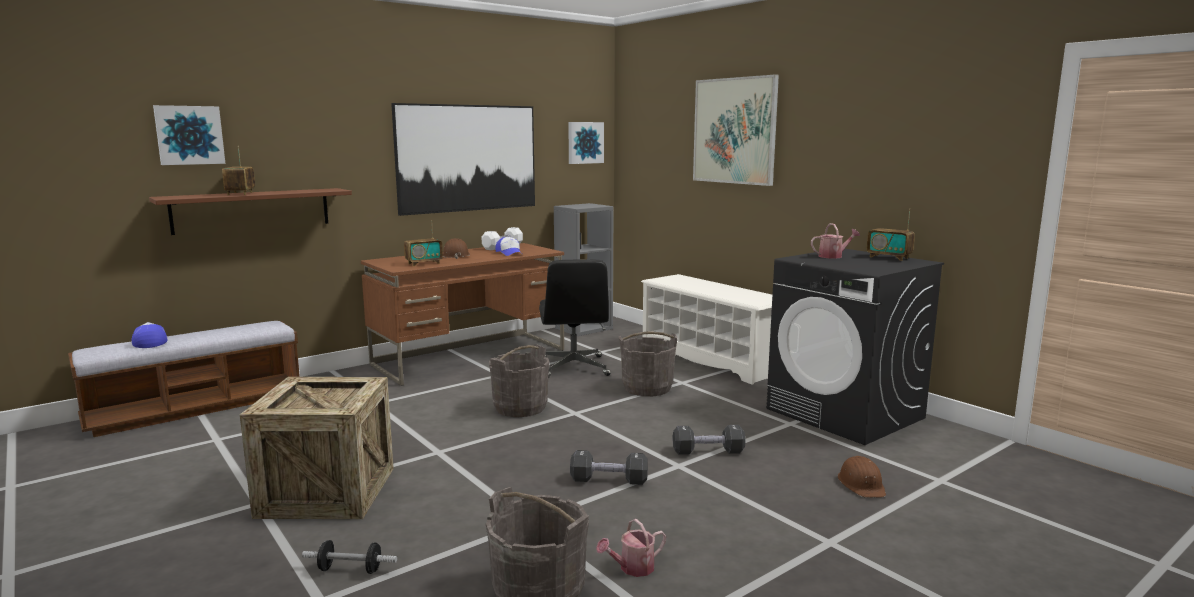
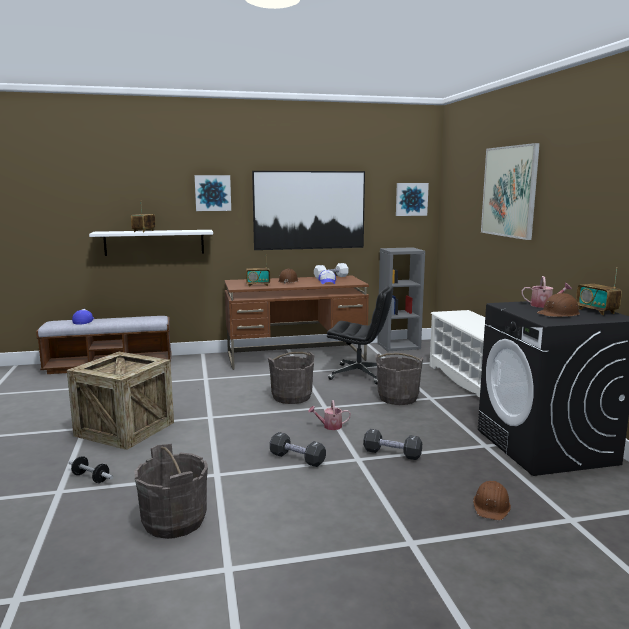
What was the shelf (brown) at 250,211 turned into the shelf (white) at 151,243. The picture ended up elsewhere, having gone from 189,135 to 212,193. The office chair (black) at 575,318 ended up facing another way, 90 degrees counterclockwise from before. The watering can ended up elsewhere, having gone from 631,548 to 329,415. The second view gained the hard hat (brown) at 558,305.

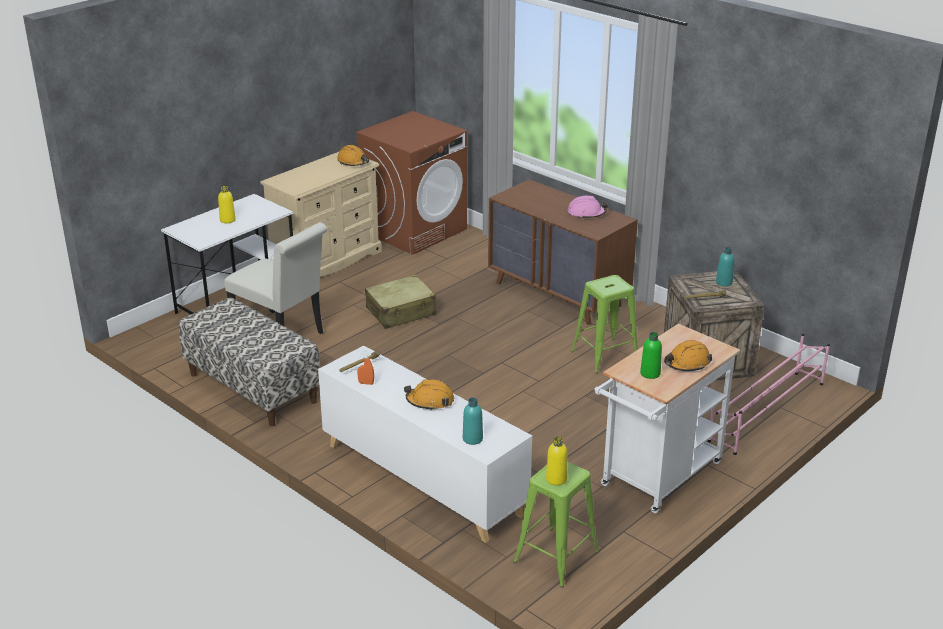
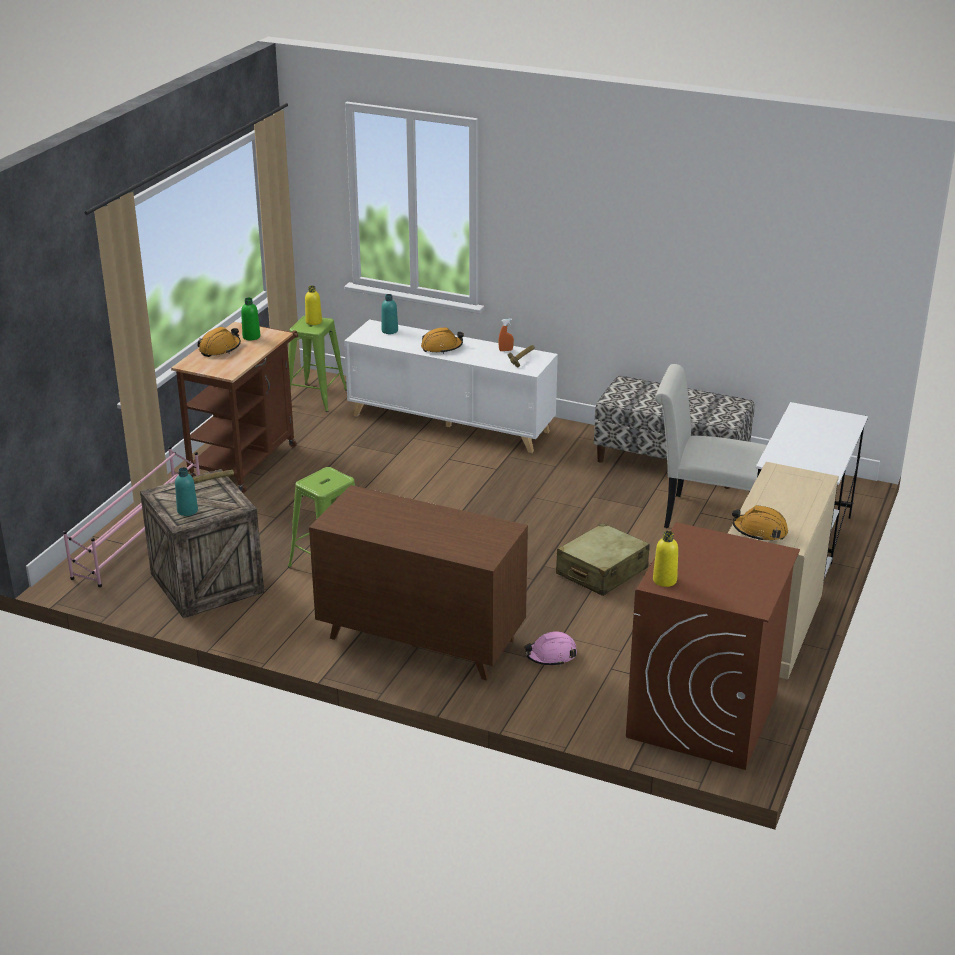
The bottle (yellow) ended up elsewhere, having gone from 227,204 to 665,559. The hard hat (pink) ended up elsewhere, having gone from 588,207 to 550,648. What was the cart (white) at 667,418 turned into the cart (brown) at 234,407.

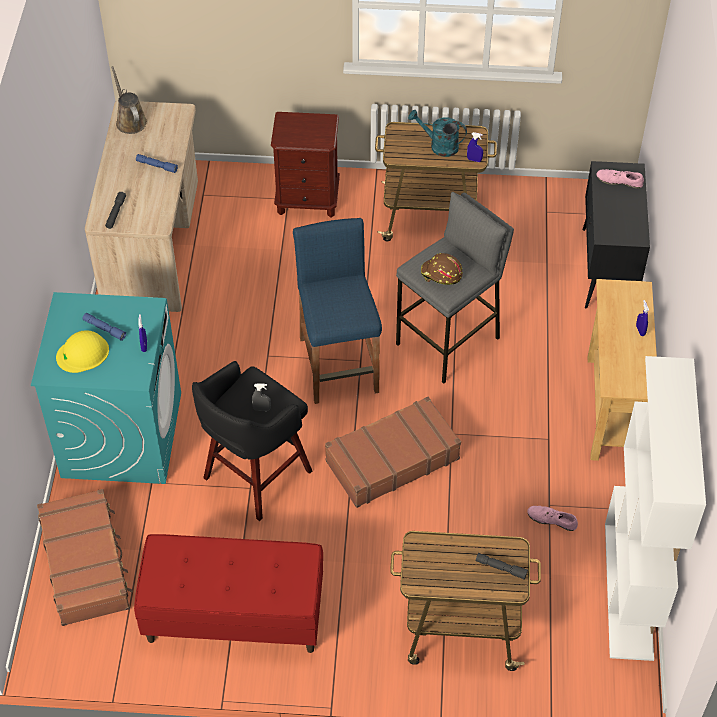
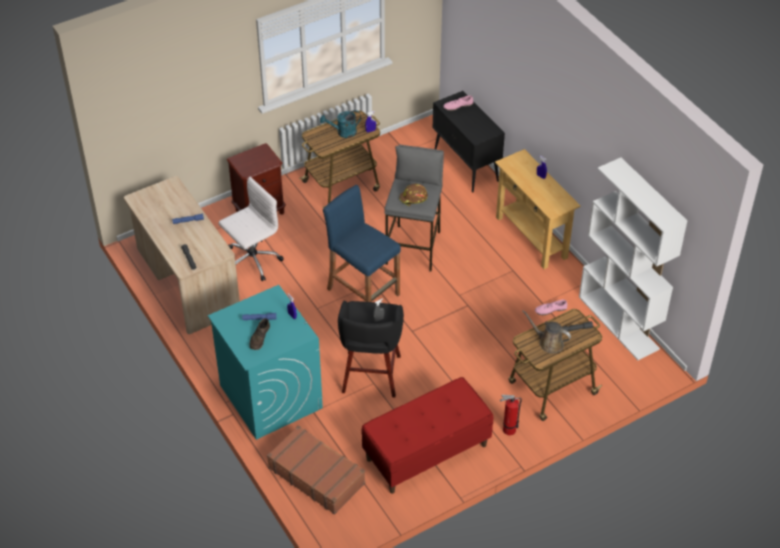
Where the hard hat (yellow) stood at 82,351, the shoe (brown) came to stand at 259,334. The watering can (brown) ended up elsewhere, having gone from 129,100 to 546,331. The second view lost the suitcase (brown) at 393,452. The second view gained the office chair (white) at 250,229. The second view gained the fire extinguisher at 511,415.

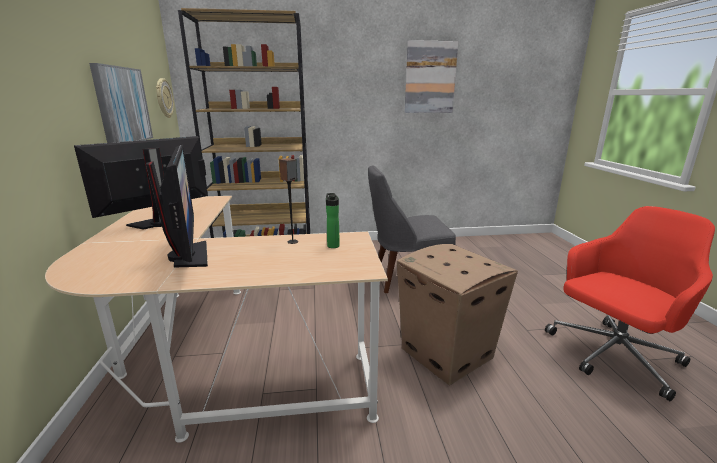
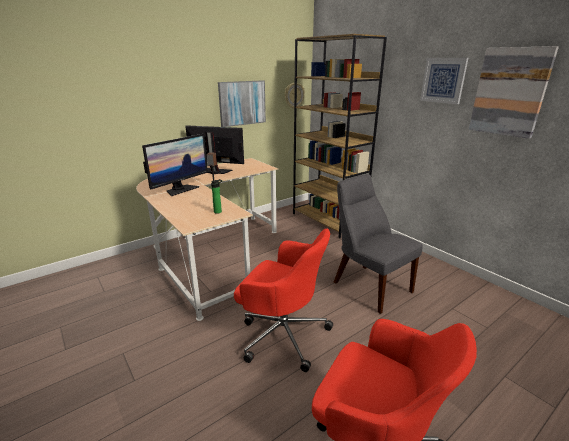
Where the cardboard box stood at 457,314, the office chair (red) came to stand at 283,300. The second view gained the picture at 444,81.

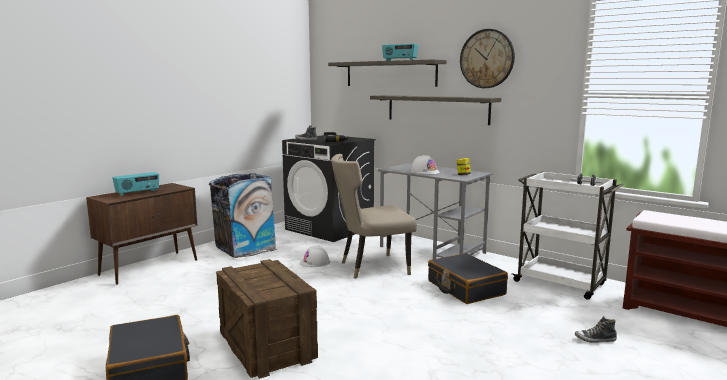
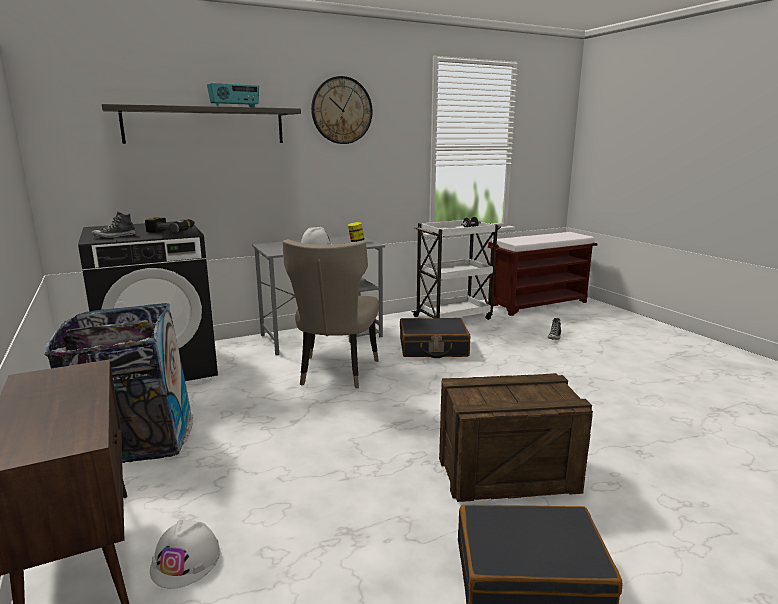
The second view lost the radio at 135,184. The hard hat (white) ended up elsewhere, having gone from 315,256 to 185,554. The second view lost the shelf at 435,110.

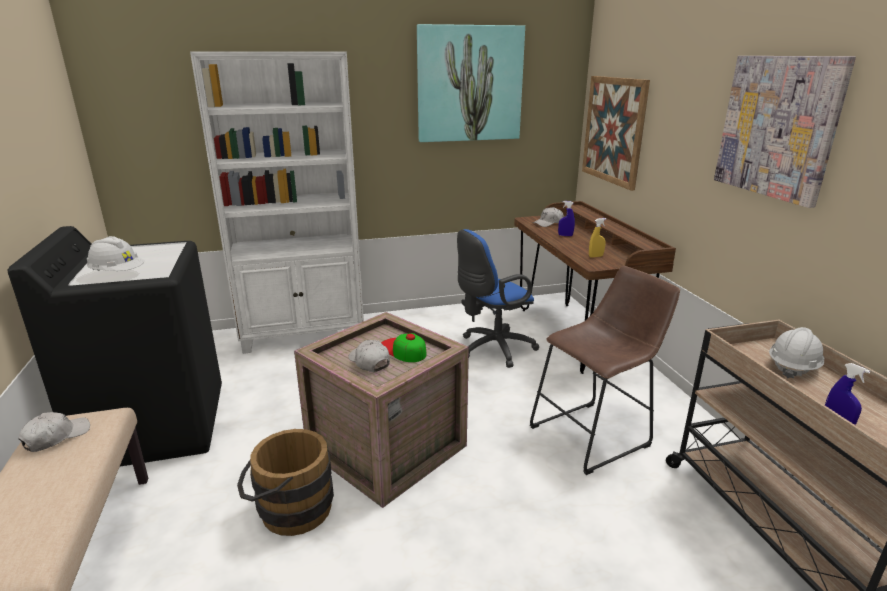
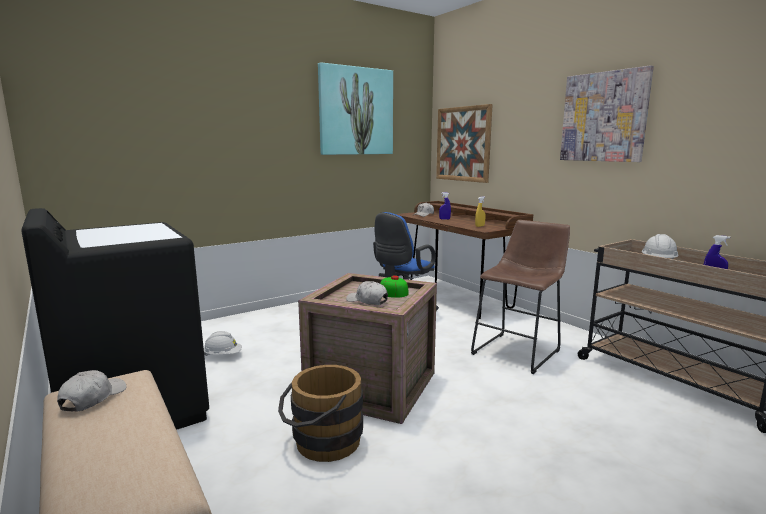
The hard hat (white) ended up elsewhere, having gone from 115,253 to 223,343. The second view lost the bookcase (white) at 277,202.

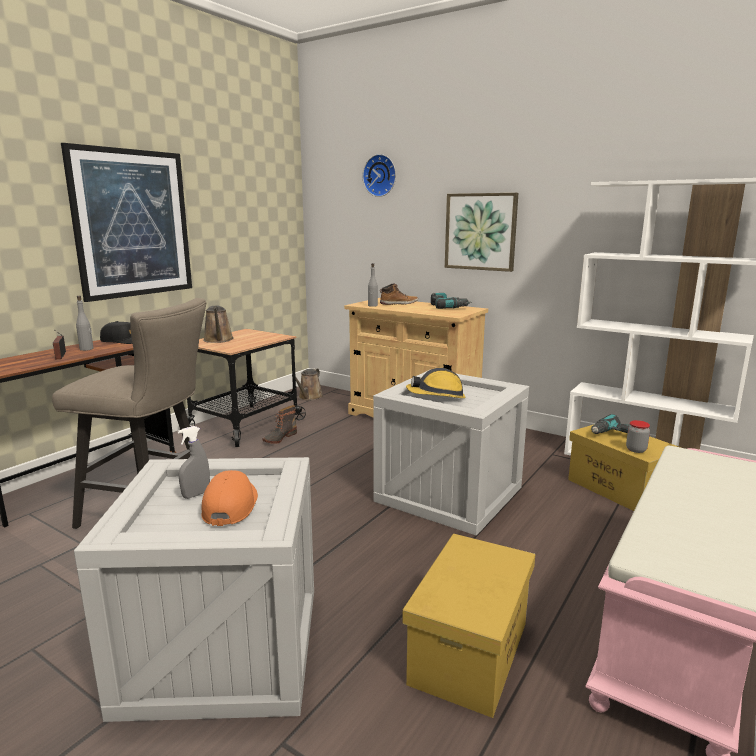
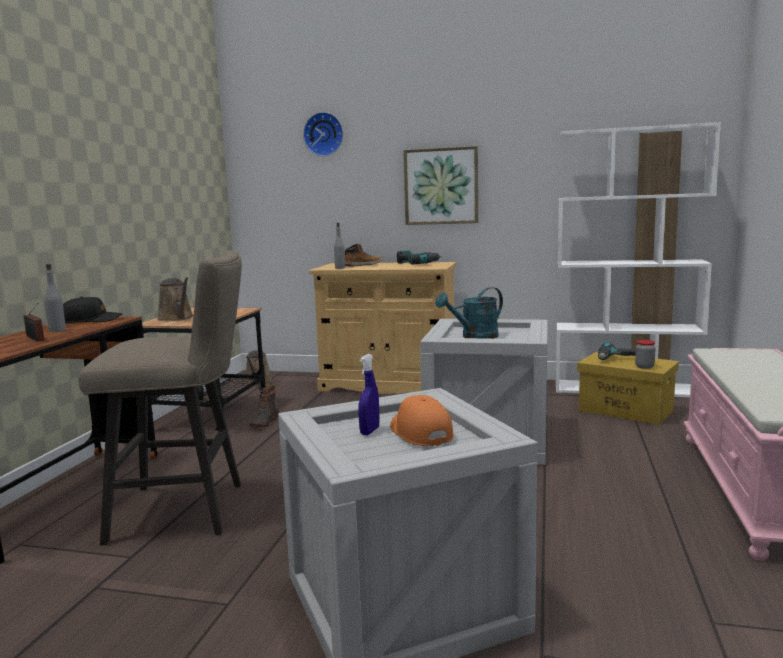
The second view lost the picture at 126,222. What was the spray bottle (grey) at 194,462 turned into the spray bottle (blue) at 369,394. The second view lost the storage box (yellow) at 468,626. Where the hard hat stood at 436,383, the watering can (turquoise) came to stand at 469,313.

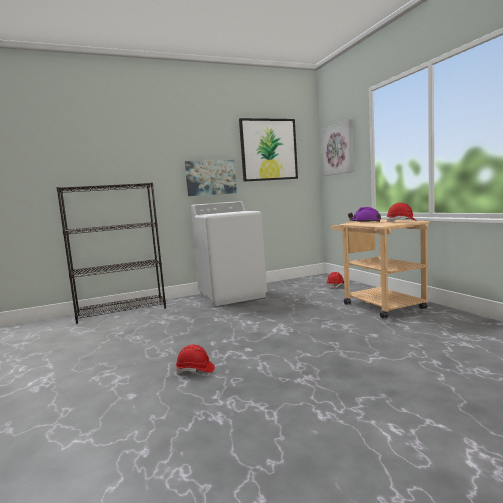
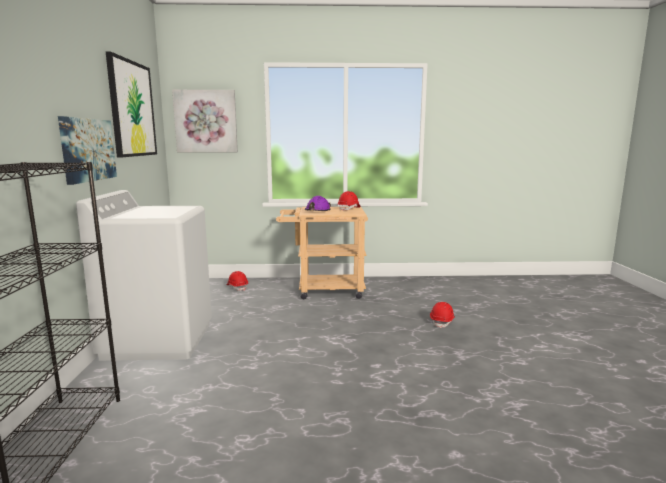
The hard hat (red) ended up elsewhere, having gone from 195,359 to 442,315.

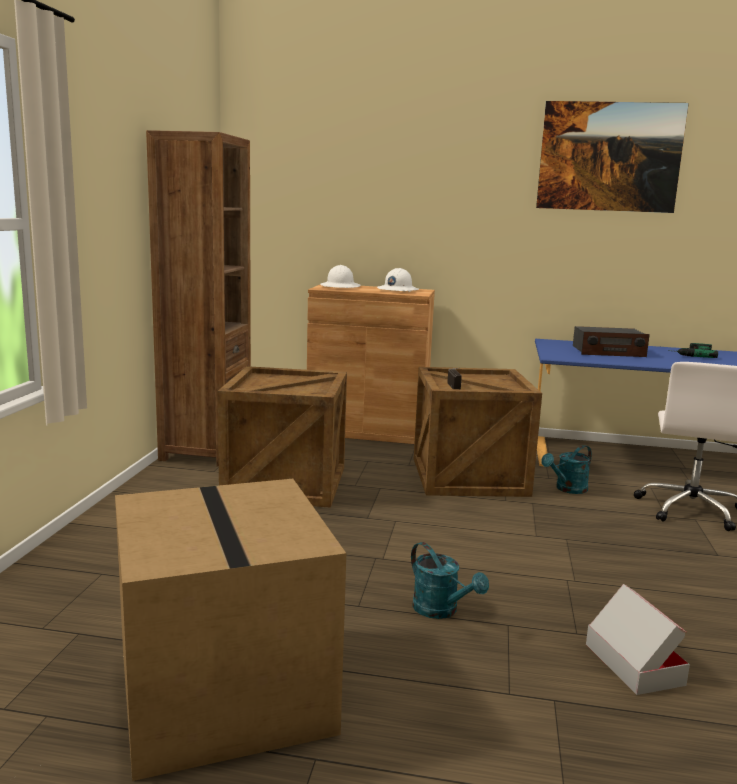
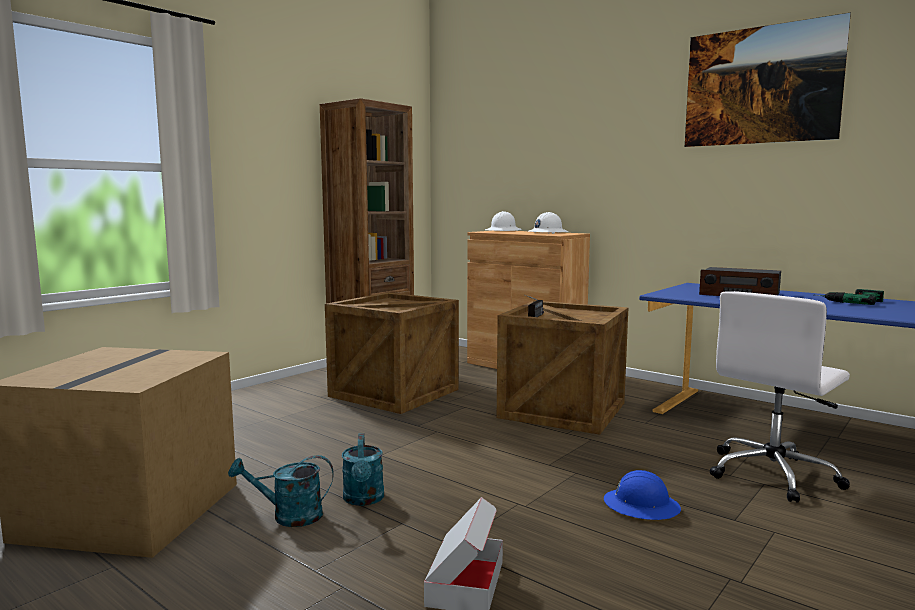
The watering can (turquoise) ended up elsewhere, having gone from 566,469 to 281,491. The second view gained the hard hat (blue) at 642,495.

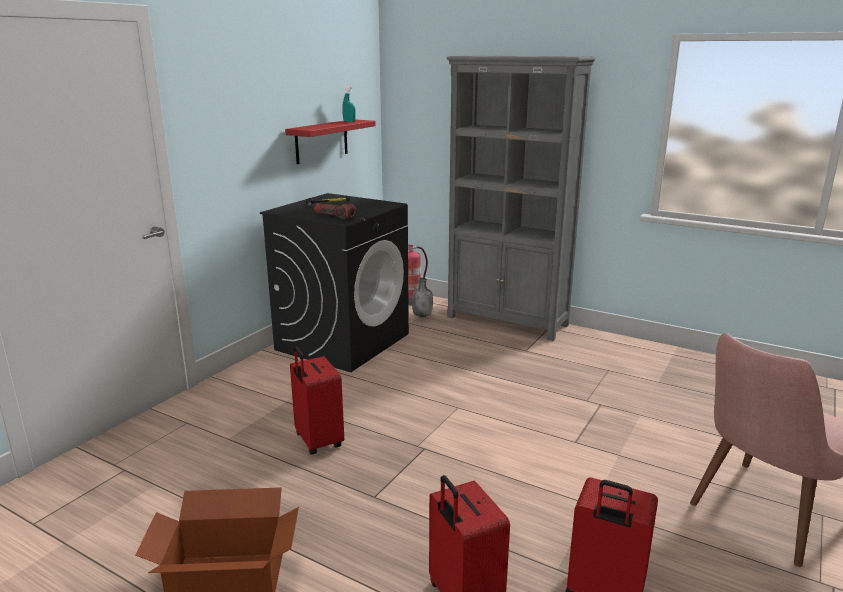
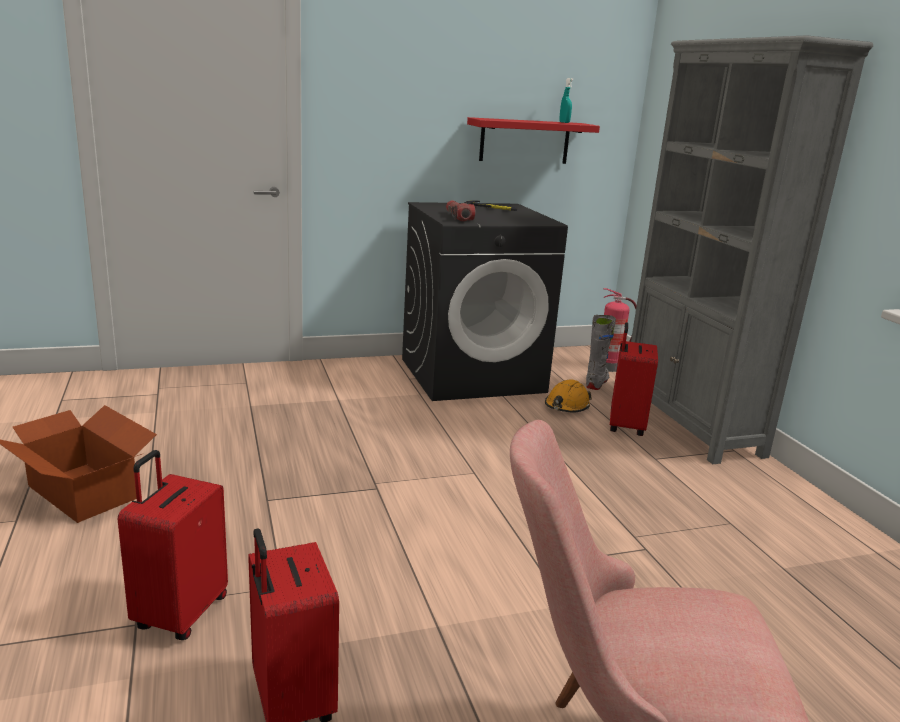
The suitcase (red) ended up elsewhere, having gone from 317,401 to 634,379. Where the bottle (grey) stood at 422,297, the boot (grey) came to stand at 601,352. The second view gained the hard hat (orange) at 568,395.

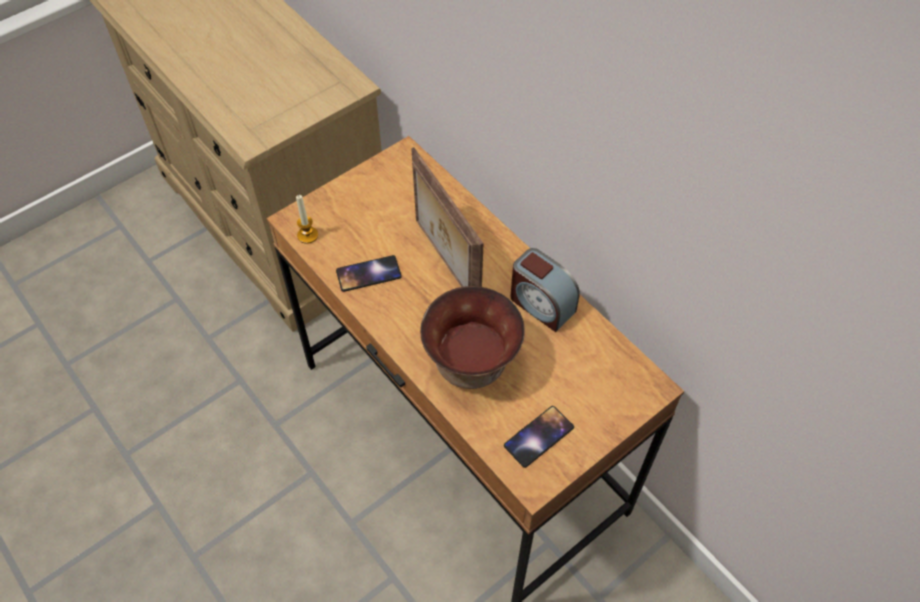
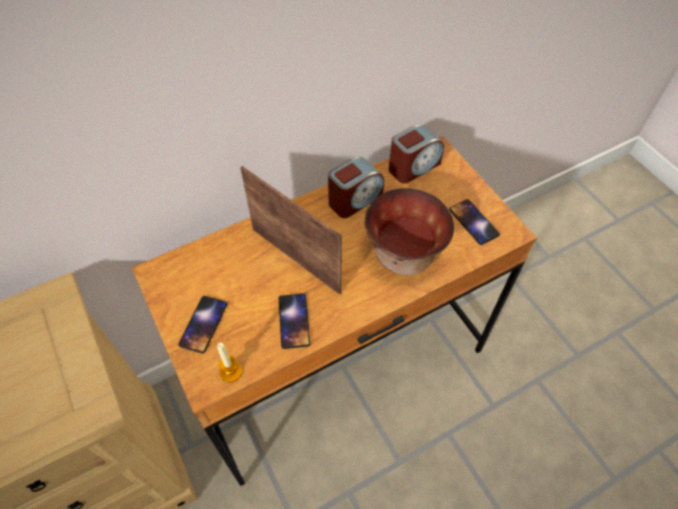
The picture frame at 447,217 ended up facing another way, 120 degrees counterclockwise from before. The second view gained the phone at 202,325. The second view gained the alarm clock at 416,154.

